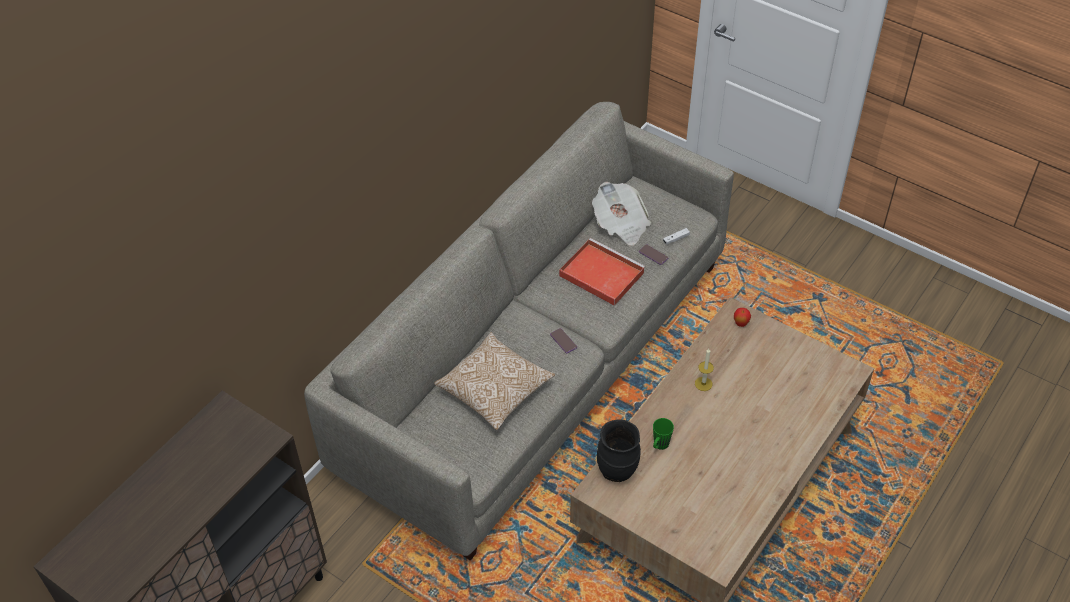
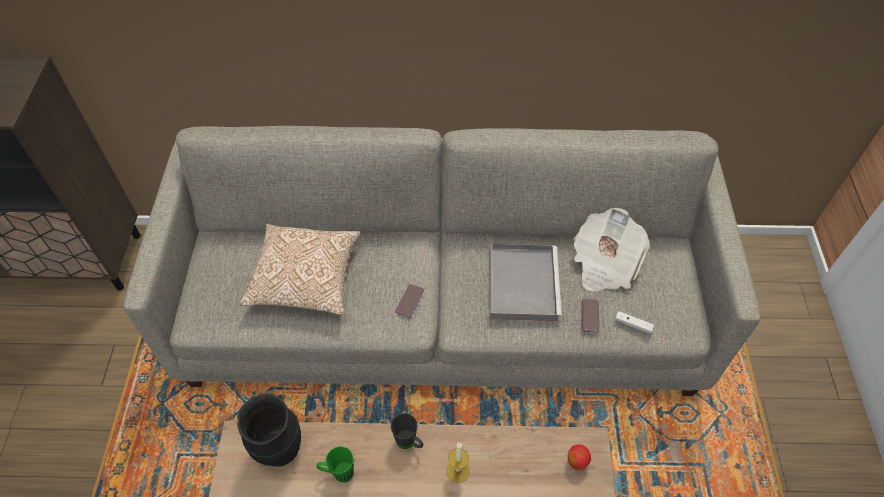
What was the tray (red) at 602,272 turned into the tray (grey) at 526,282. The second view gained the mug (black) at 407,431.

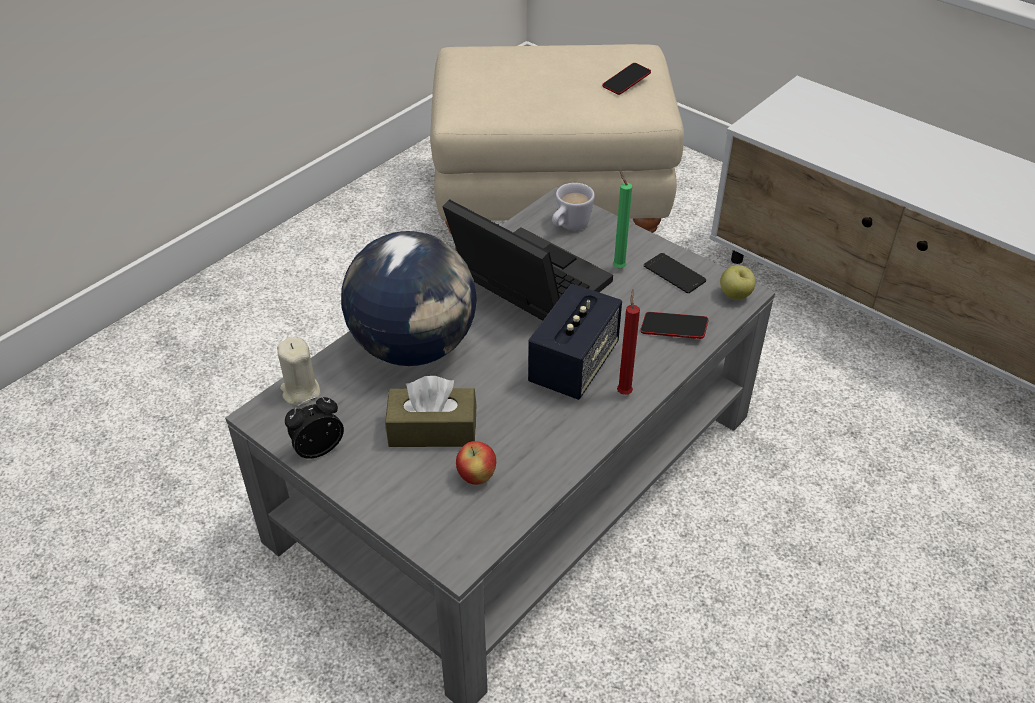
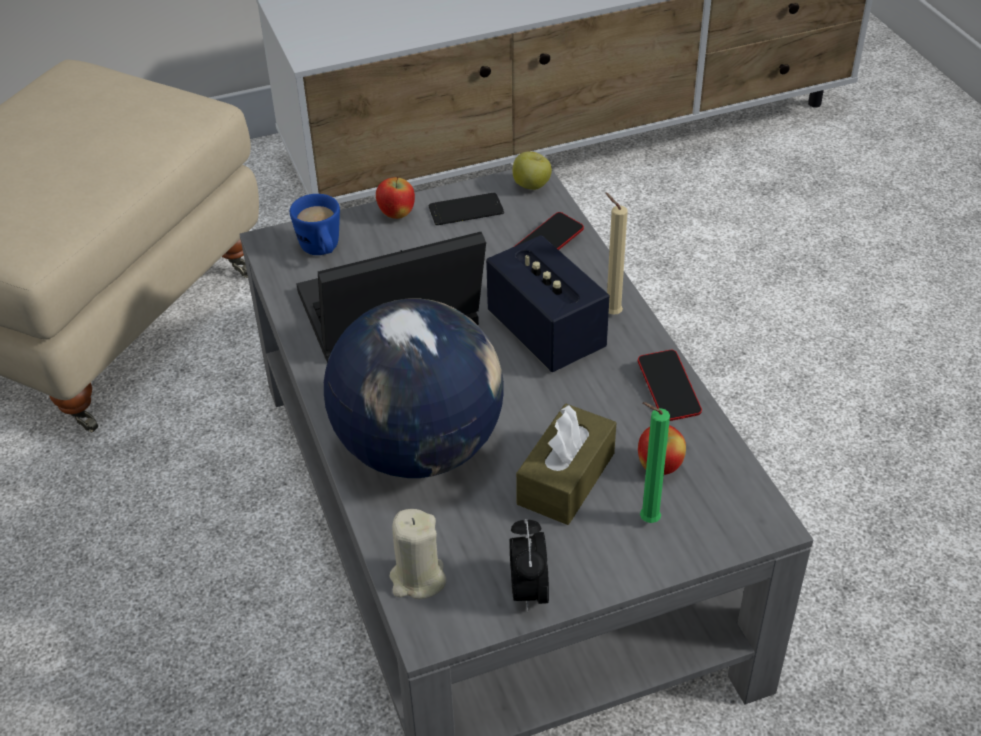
What was the mug (white) at 573,207 turned into the mug (blue) at 315,224. The phone ended up elsewhere, having gone from 626,79 to 670,385. The candle (green) ended up elsewhere, having gone from 622,219 to 655,462. What was the candle (red) at 628,342 turned into the candle (beige) at 616,254. The second view gained the apple at 395,197.

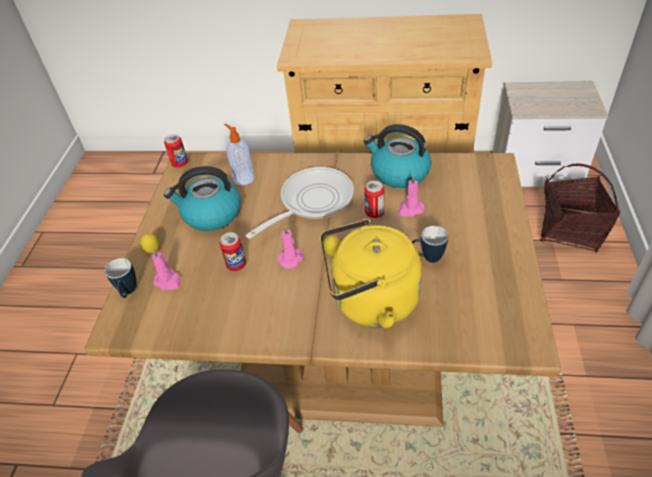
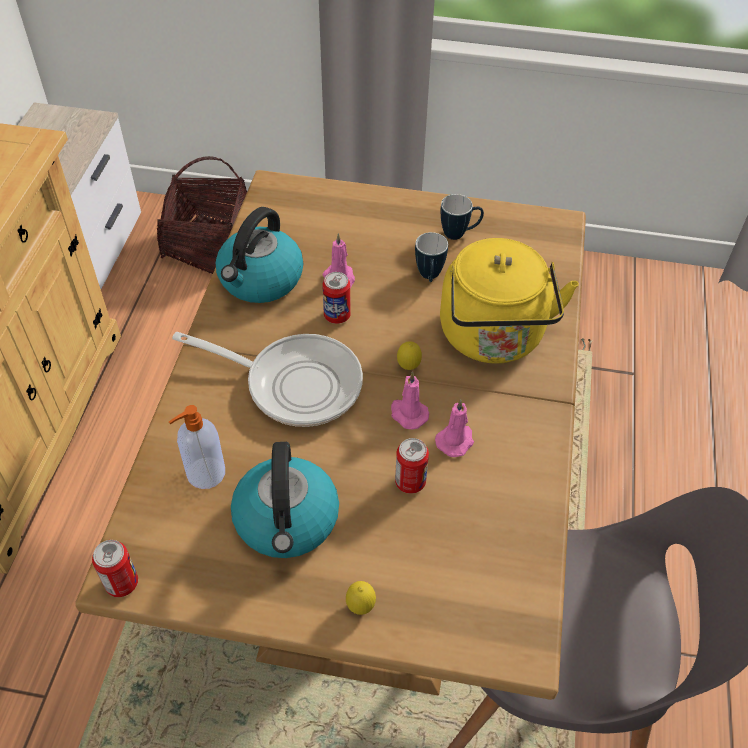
The mug ended up elsewhere, having gone from 121,278 to 462,217. The candle (pink) ended up elsewhere, having gone from 166,269 to 454,428. The frying pan at 299,203 ended up facing another way, 150 degrees clockwise from before.

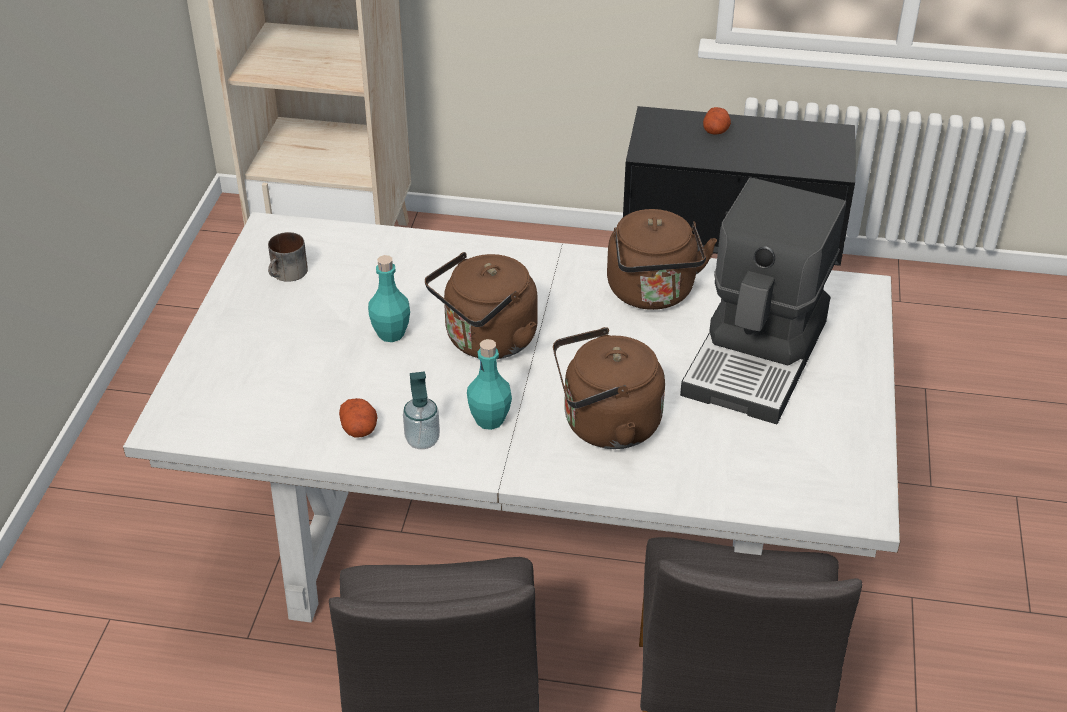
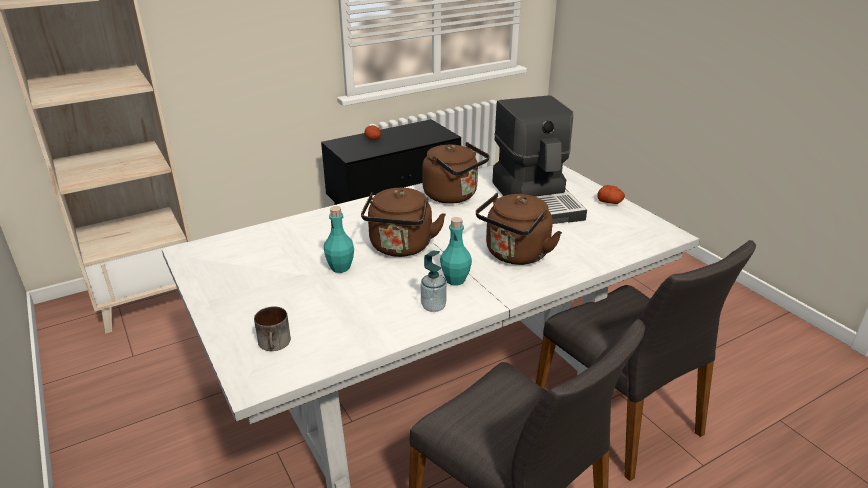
The mug ended up elsewhere, having gone from 288,257 to 272,328. The potato ended up elsewhere, having gone from 358,417 to 611,194.

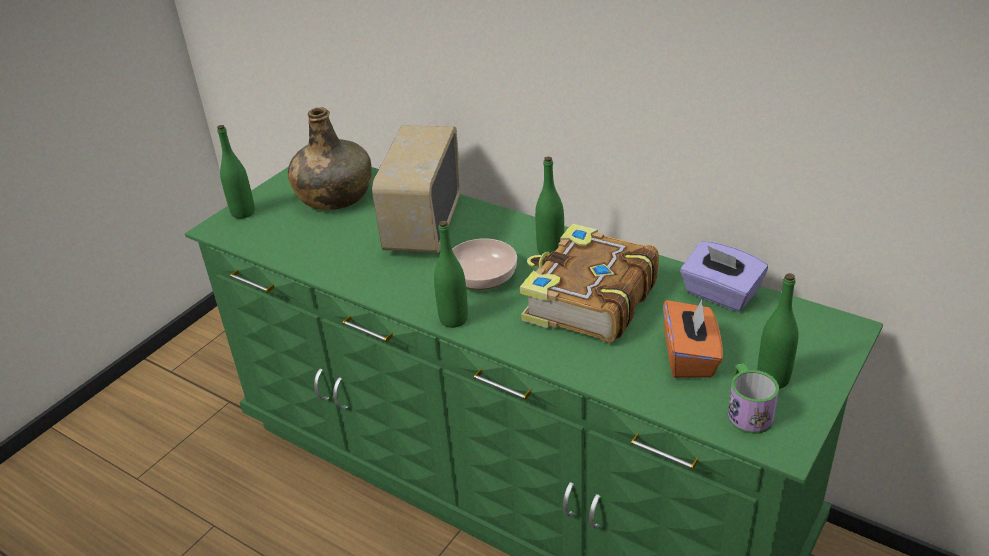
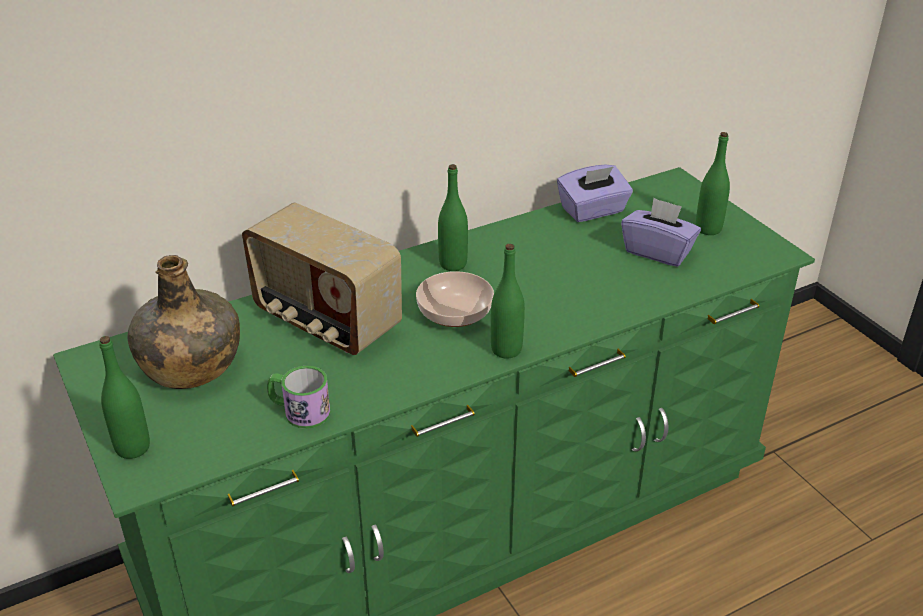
The second view lost the book at 589,283. What was the tissue box (orange) at 693,339 turned into the tissue box (purple) at 661,232. The mug ended up elsewhere, having gone from 753,399 to 298,397.

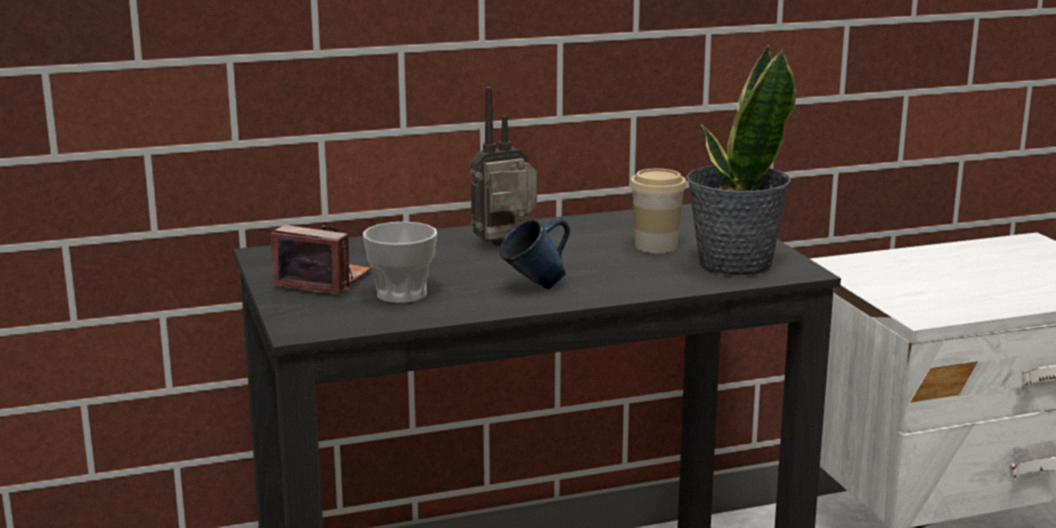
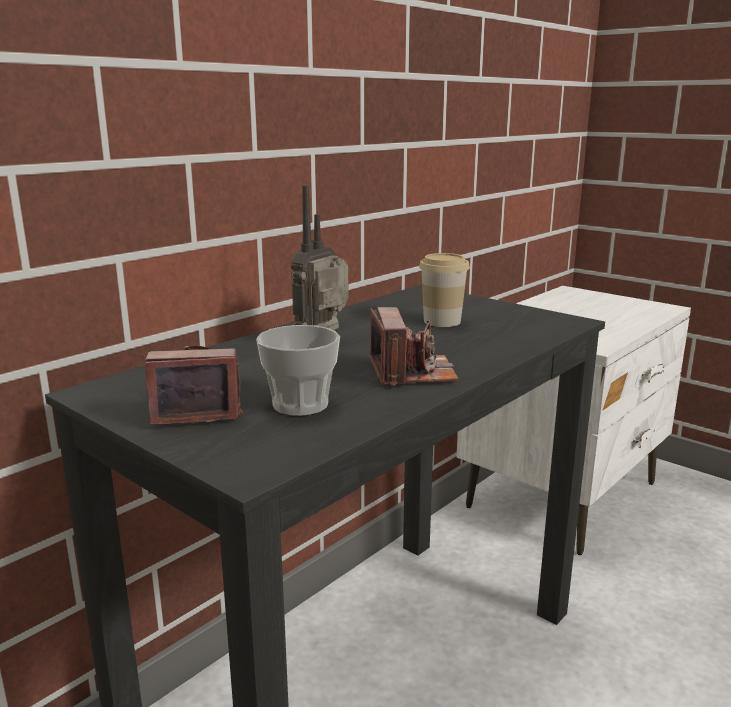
Where the mug (blue) stood at 534,253, the photo camera came to stand at 414,346. The second view lost the potted plant at 741,161.

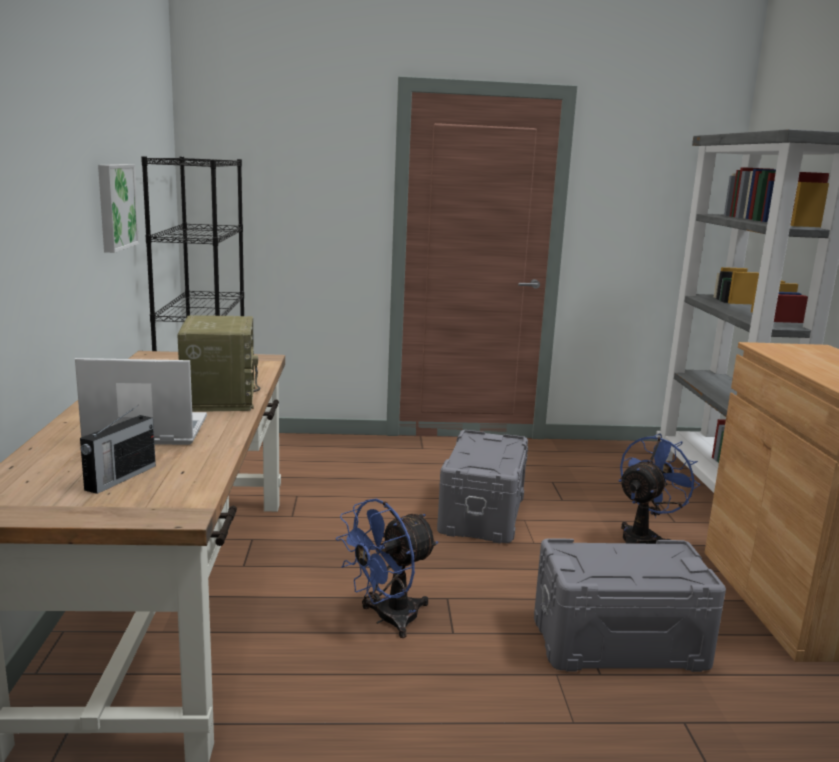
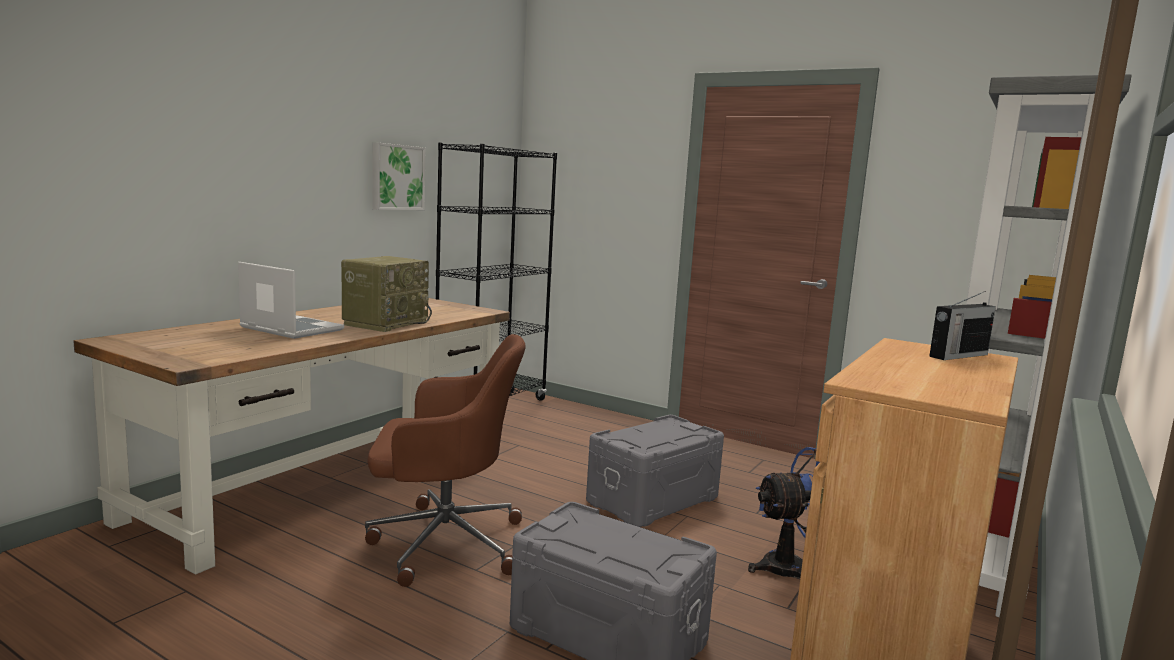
The radio ended up elsewhere, having gone from 118,450 to 962,325. Where the fan (blue) stood at 387,568, the office chair (brown) came to stand at 445,460.

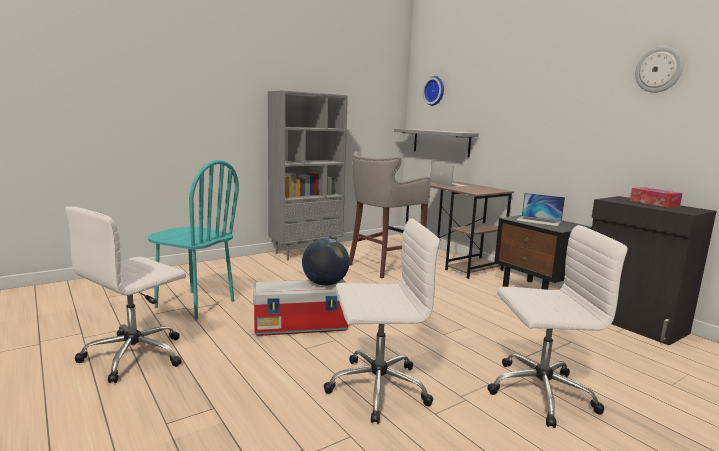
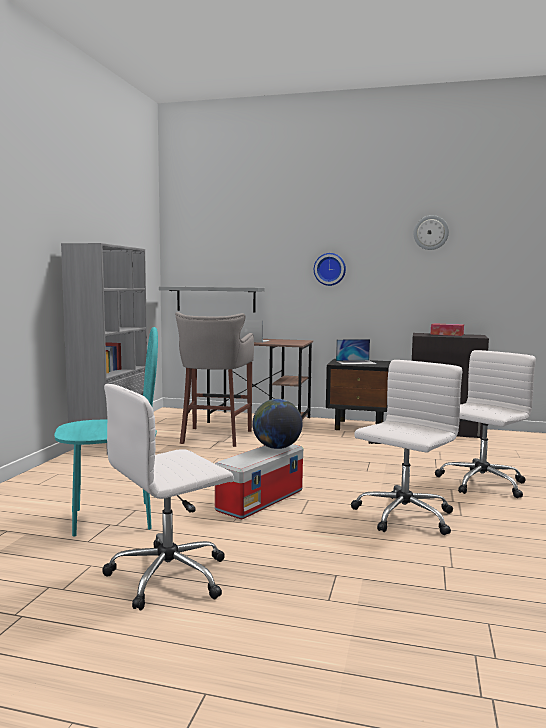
The office chair (white) at 125,294 ended up facing another way, 60 degrees clockwise from before. The wall clock ended up elsewhere, having gone from 433,91 to 330,269.

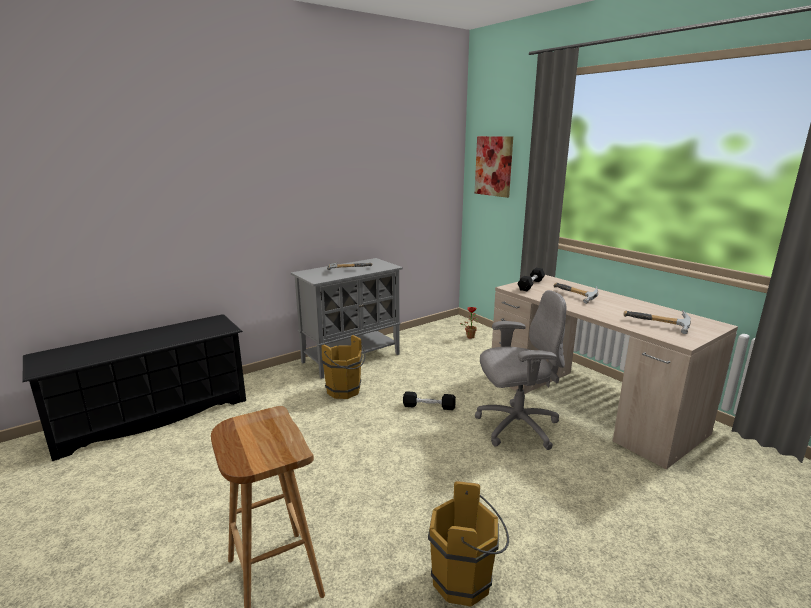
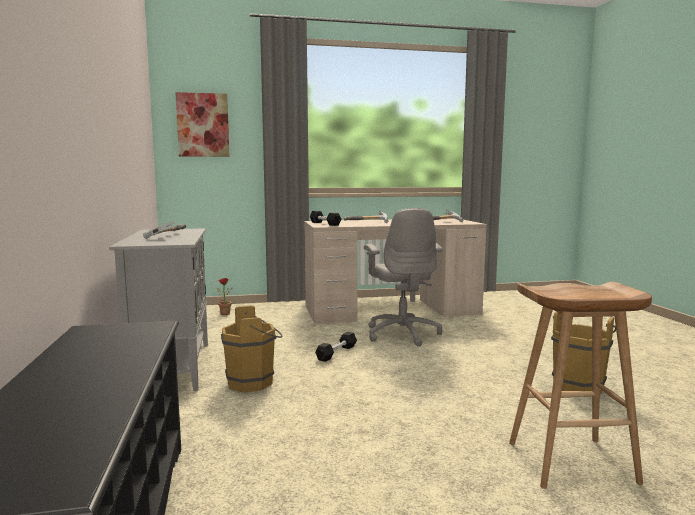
The office chair (grey) at 520,370 ended up facing another way, 150 degrees clockwise from before.

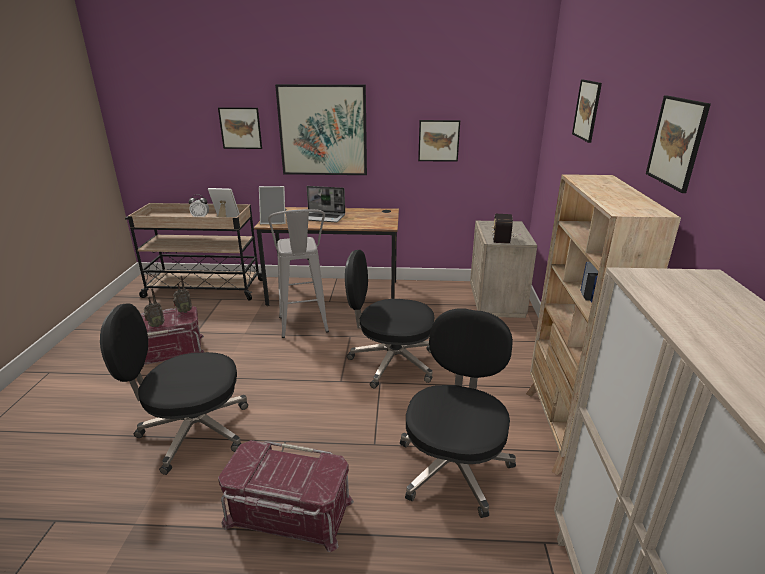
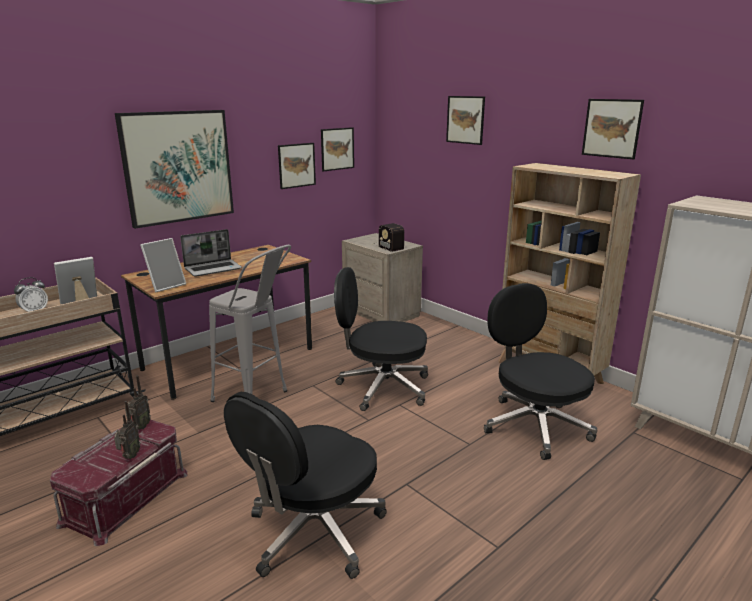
The picture ended up elsewhere, having gone from 240,128 to 337,149. The second view lost the storage box (red) at 286,496. The office chair (black) at 389,319 ended up facing another way, 45 degrees clockwise from before.

